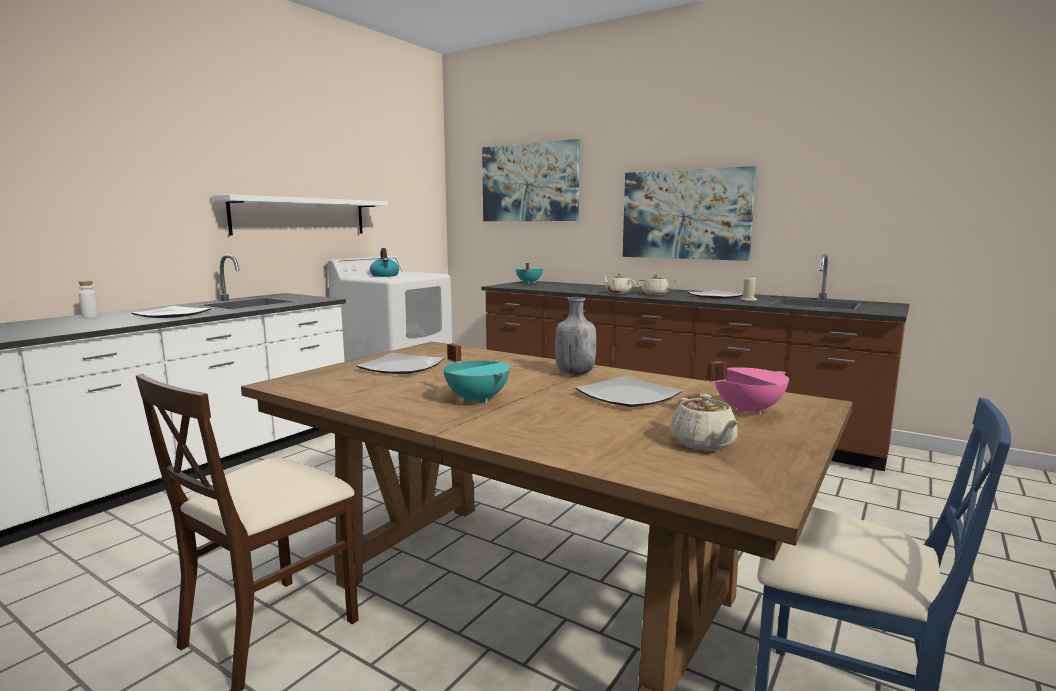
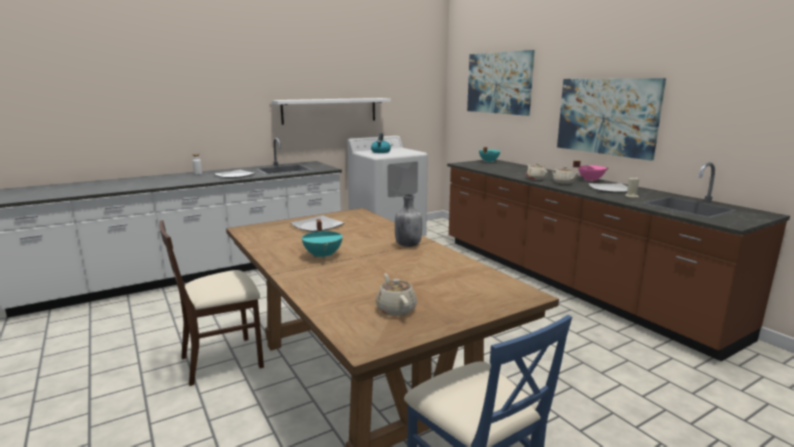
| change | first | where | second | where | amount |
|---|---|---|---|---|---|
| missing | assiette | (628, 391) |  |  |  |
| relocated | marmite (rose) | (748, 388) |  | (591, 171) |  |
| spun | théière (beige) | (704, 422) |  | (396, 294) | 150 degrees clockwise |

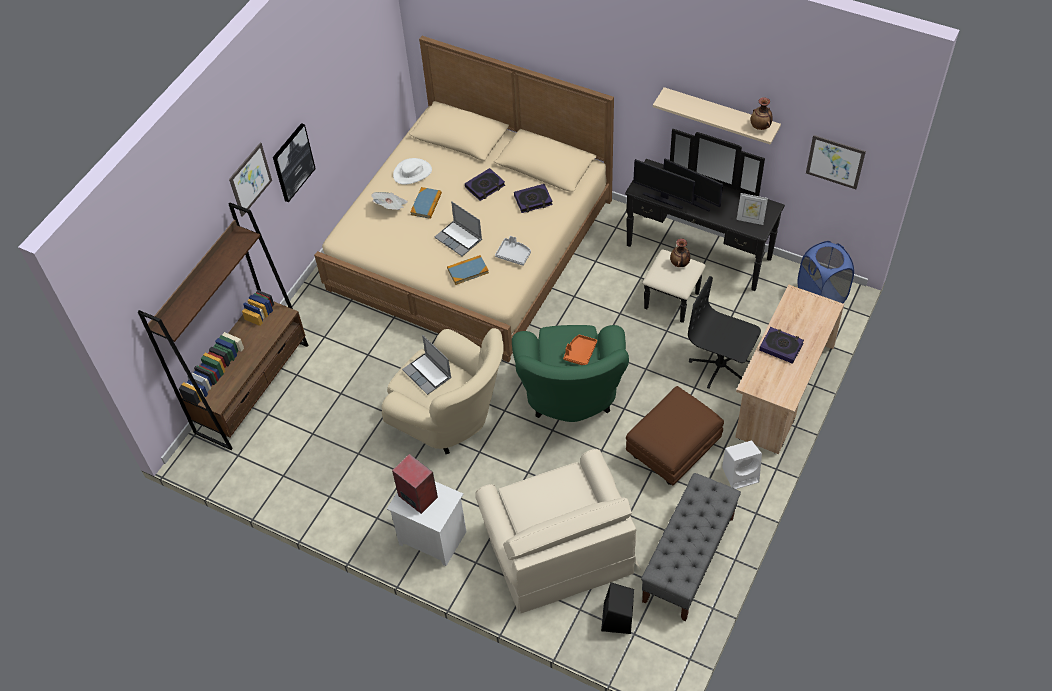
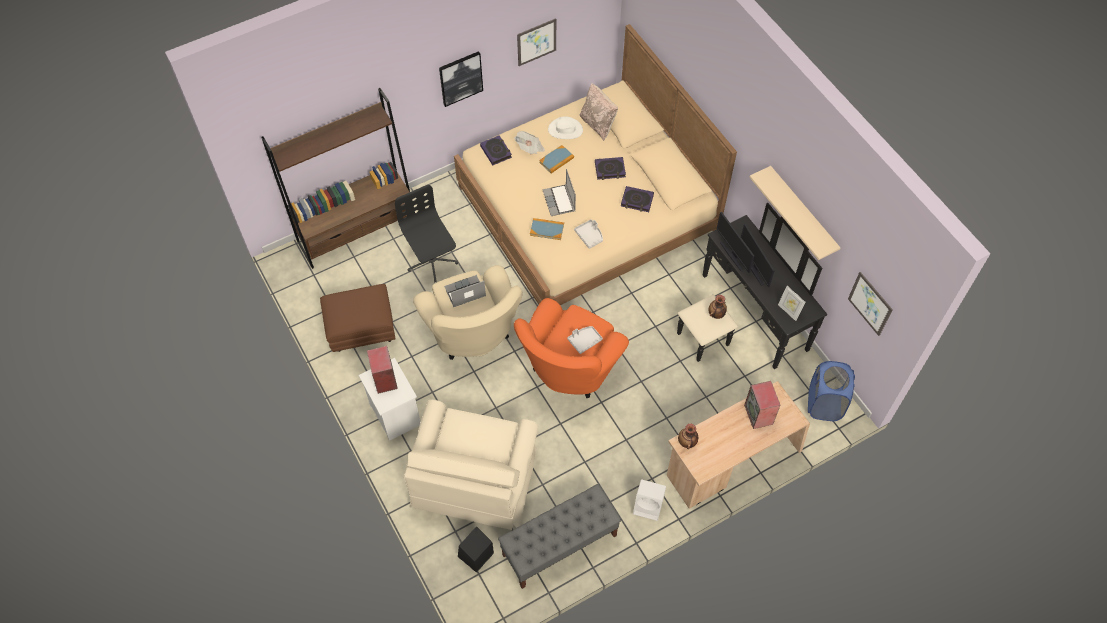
| change | first | where | second | where | amount |
|---|---|---|---|---|---|
| appeared |  |  | coussin (beige) | (599, 111) |  |
| appeared |  |  | enceinte | (762, 405) |  |
| relocated | tableau | (250, 180) |  | (536, 42) |  |
| relocated | pouf (marron) | (675, 435) |  | (358, 318) |  |
| relocated | chaise de bureau (noir) | (724, 332) |  | (426, 233) |  |
| relocated | vase | (761, 113) |  | (688, 436) |  |
| relocated | livre | (781, 345) |  | (496, 150) |  |
| colour | fauteuil (vert) | (570, 373) | fauteuil (orange) | (571, 348) |  |
| colour | plateau (orange) | (580, 350) | plateau (gris) | (585, 340) |  |
| spun | ordinateur portable | (427, 365) |  | (465, 291) | 75 degrees clockwise |

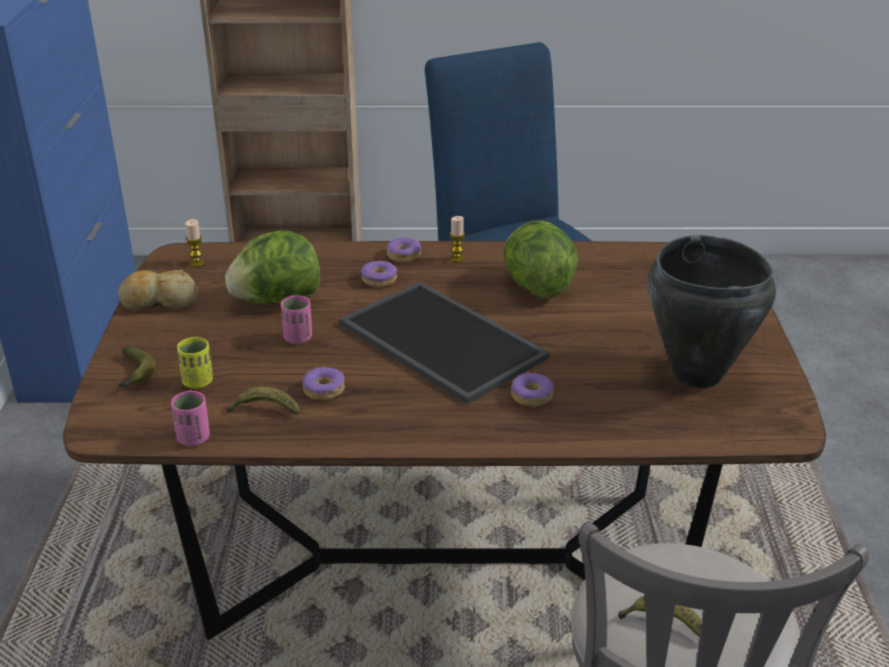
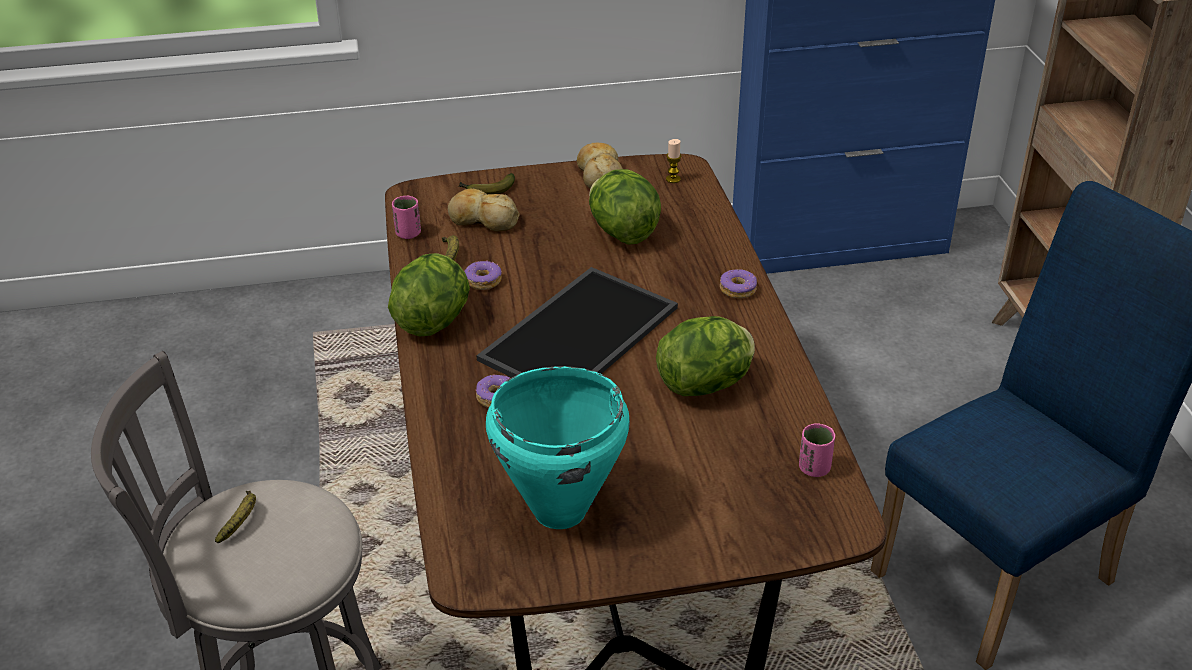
| change | first | where | second | where | amount |
|---|---|---|---|---|---|
| missing | beignet | (379, 274) |  |  |  |
| missing | bougie | (457, 239) |  |  |  |
| appeared |  |  | laitue | (429, 294) |  |
| relocated | tasse (rose) | (296, 319) |  | (817, 450) |  |
| exchanged | tasse (jaune) | (195, 363) | pain | (484, 210) |  |
| colour | marmite (noir) | (712, 311) | marmite (turquoise) | (558, 447) |  |

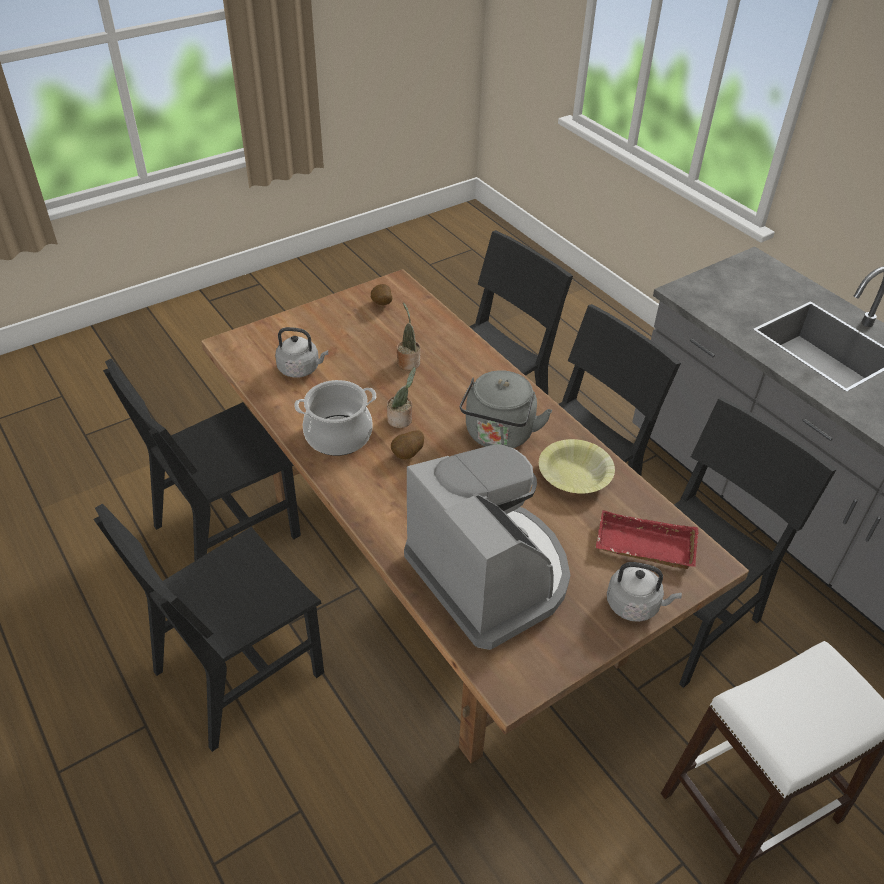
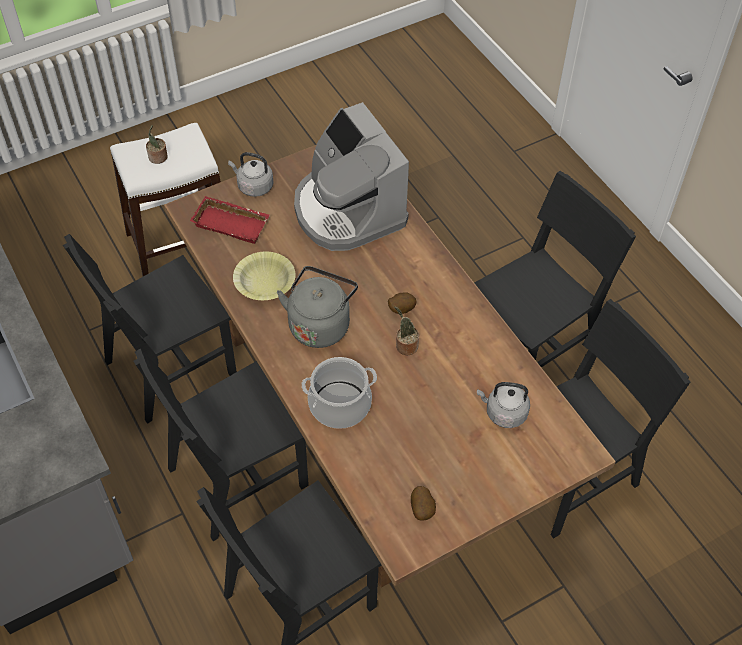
| change | first | where | second | where | amount |
|---|---|---|---|---|---|
| relocated | marmite | (335, 418) |  | (339, 393) |  |
| relocated | plante en pot | (408, 336) |  | (157, 144) |  |

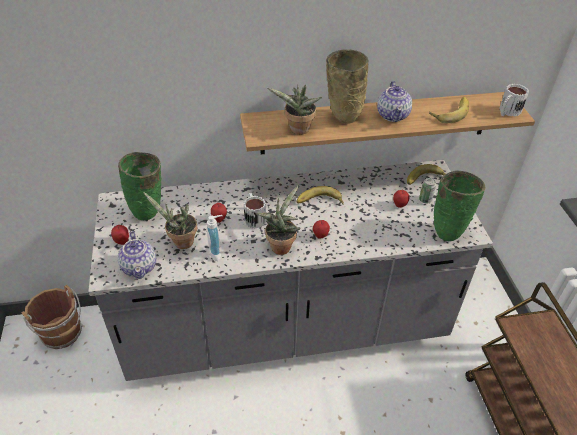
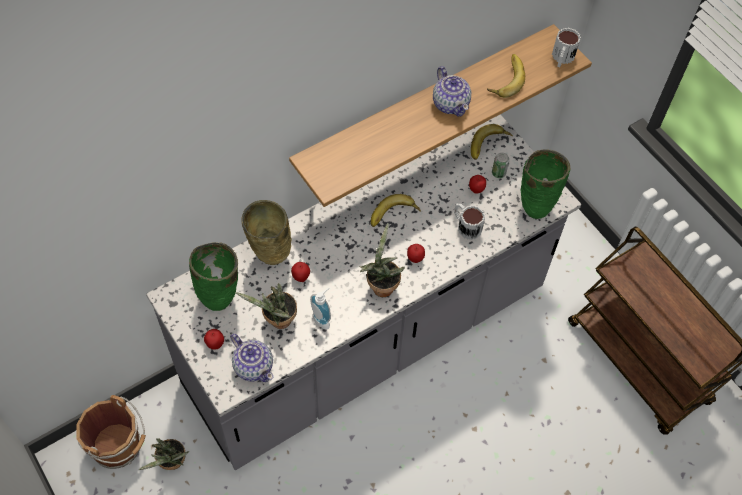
| change | first | where | second | where | amount |
|---|---|---|---|---|---|
| relocated | mug | (255, 211) |  | (469, 221) |  |
| relocated | plante en pot | (294, 110) |  | (163, 454) |  |
| relocated | vase (beige) | (347, 86) |  | (266, 232) |  |

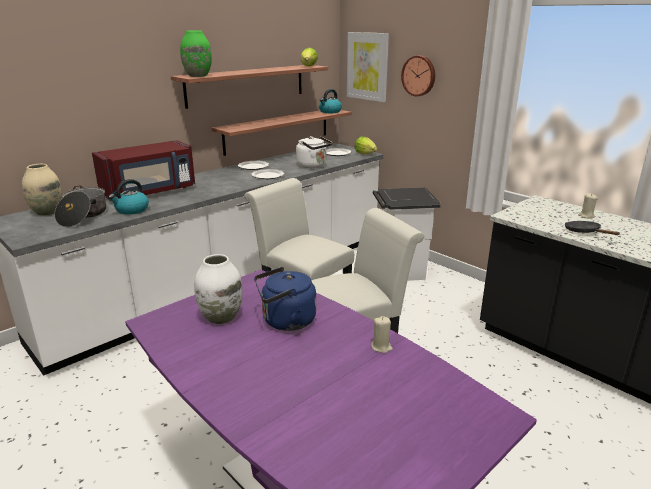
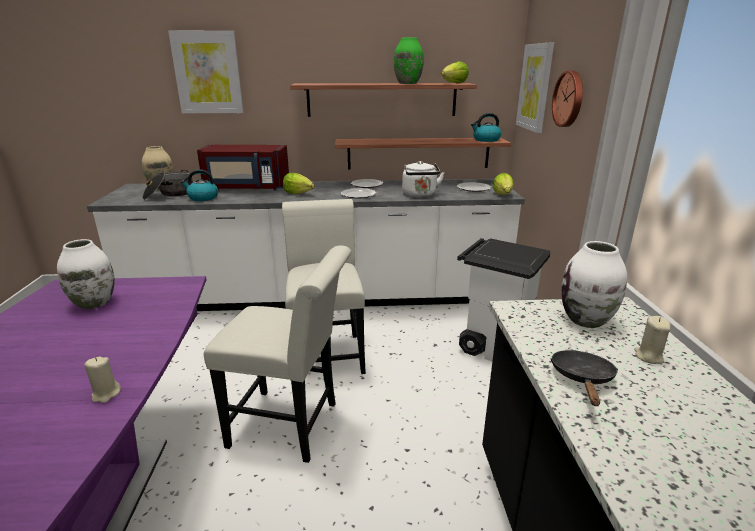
| change | first | where | second | where | amount |
|---|---|---|---|---|---|
| missing | bouilloire (bleu) | (285, 299) |  |  |  |
| appeared |  |  | tableau | (206, 72) |  |
| appeared |  |  | laitue | (298, 183) |  |
| appeared |  |  | vase (blanc) | (594, 284) |  |
| relocated | vase (vert) | (196, 54) |  | (409, 60) |  |

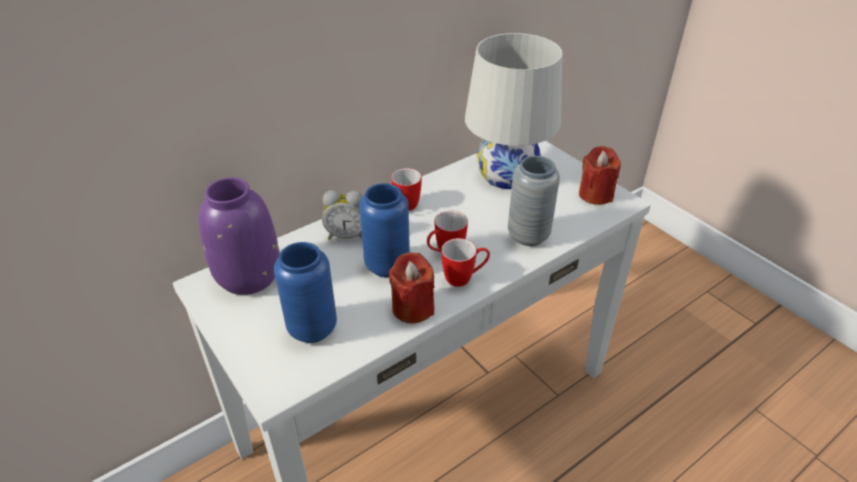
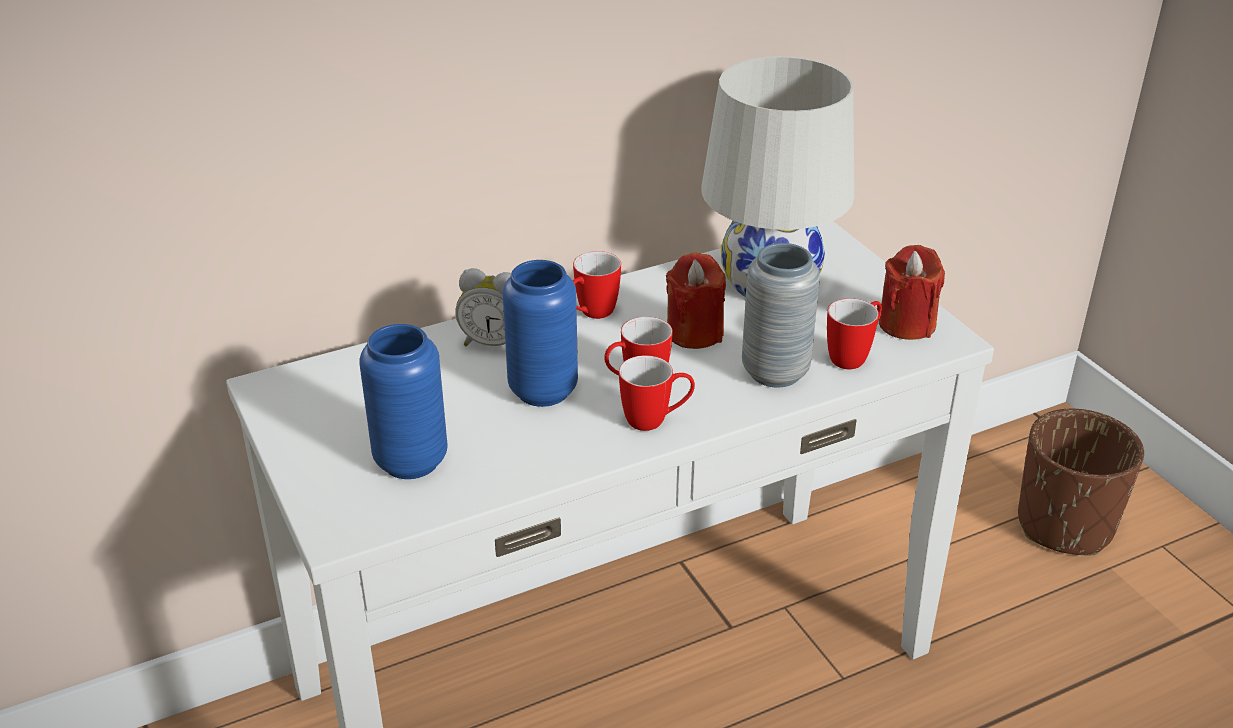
| change | first | where | second | where | amount |
|---|---|---|---|---|---|
| missing | vase (violet) | (239, 236) |  |  |  |
| appeared |  |  | mug | (854, 333) |  |
| appeared |  |  | cache-pot (marron) | (1081, 482) |  |
| relocated | bougie (rouge) | (411, 287) |  | (696, 300) |  |

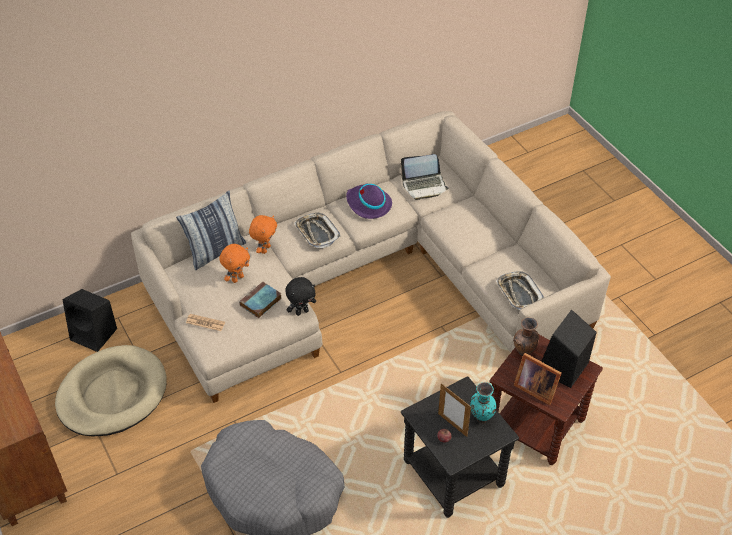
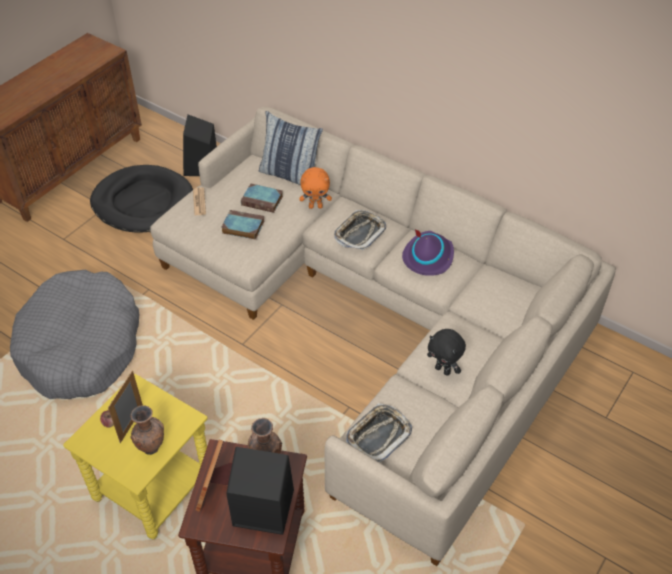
| change | first | where | second | where | amount |
|---|---|---|---|---|---|
| missing | ordinateur portable | (424, 177) |  |  |  |
| relocated | peluche (noir) | (300, 296) |  | (446, 352) |  |
| exchanged | peluche (orange) | (234, 263) | livre | (262, 198) |  |
| colour | panier pour chien (beige) | (111, 391) | panier pour chien (noir) | (141, 199) |  |
| colour | table d'appoint (noir) | (460, 447) | table d'appoint (jaune) | (135, 456) |  |
| colour | vase (turquoise) | (483, 402) | vase (marron) | (147, 430) |  |

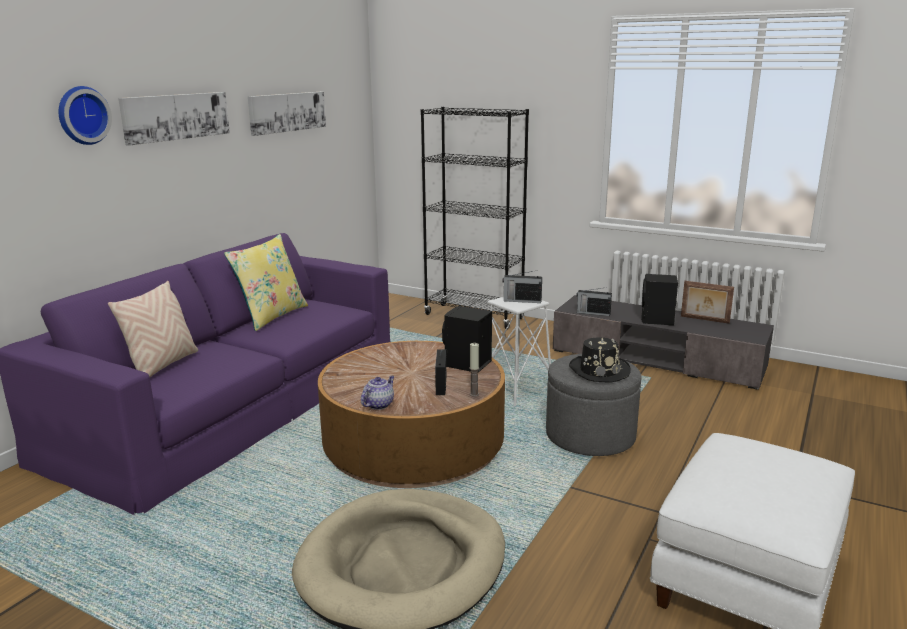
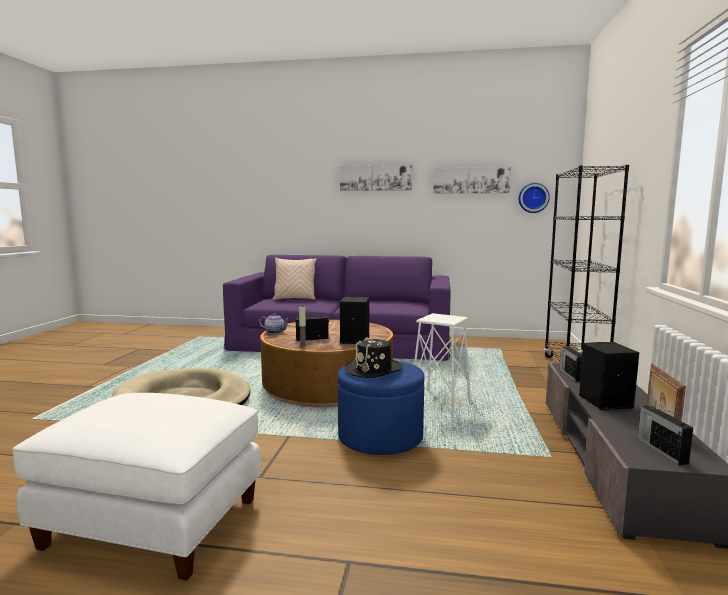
| change | first | where | second | where | amount |
|---|---|---|---|---|---|
| missing | coussin (jaune) | (266, 282) |  |  |  |
| relocated | horloge murale | (85, 115) |  | (534, 198) |  |
| relocated | radio | (522, 287) |  | (665, 435) |  |
| colour | pouf (gris) | (594, 405) | pouf (bleu) | (381, 407) |  |

